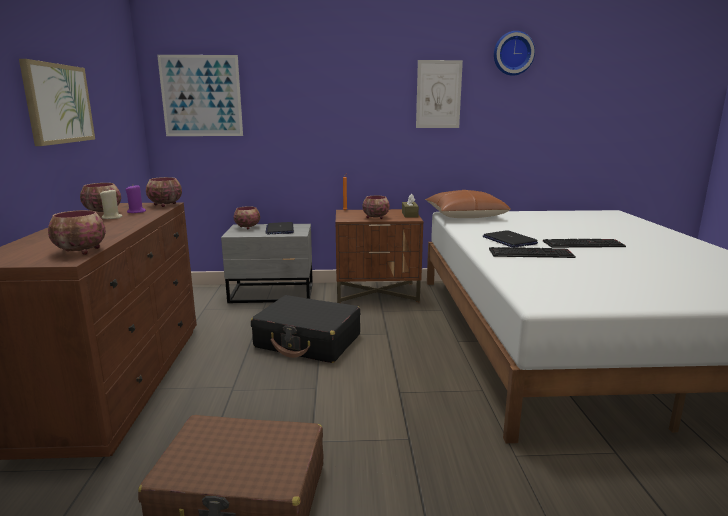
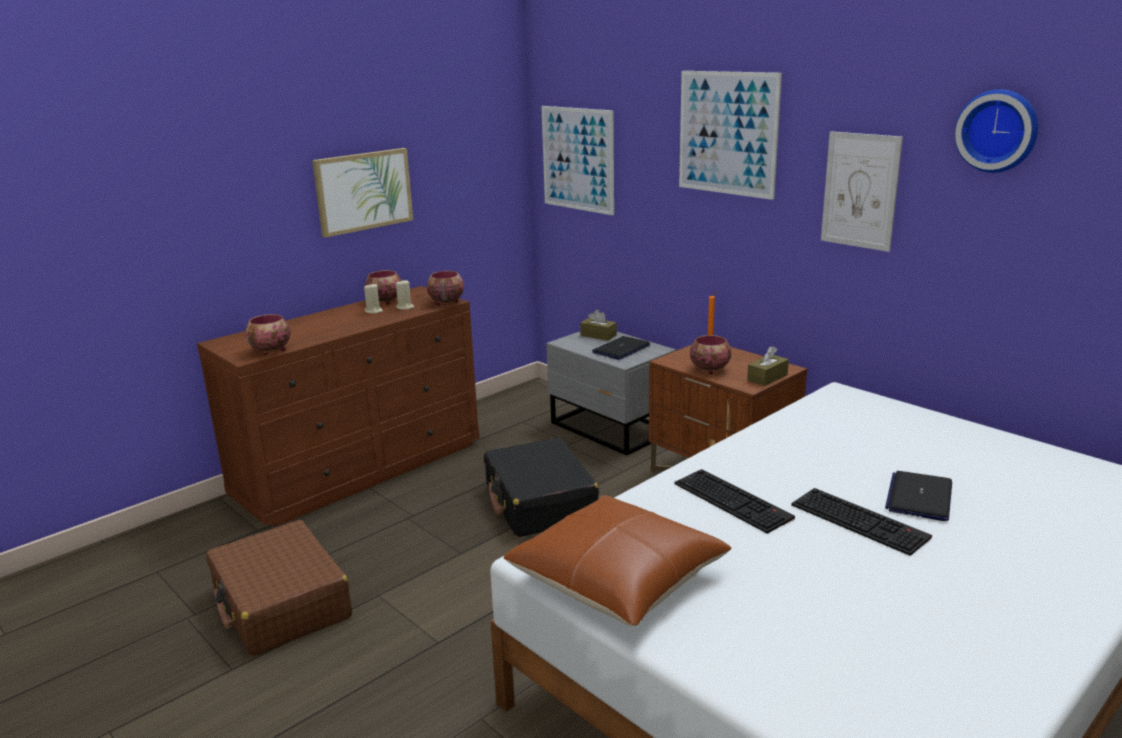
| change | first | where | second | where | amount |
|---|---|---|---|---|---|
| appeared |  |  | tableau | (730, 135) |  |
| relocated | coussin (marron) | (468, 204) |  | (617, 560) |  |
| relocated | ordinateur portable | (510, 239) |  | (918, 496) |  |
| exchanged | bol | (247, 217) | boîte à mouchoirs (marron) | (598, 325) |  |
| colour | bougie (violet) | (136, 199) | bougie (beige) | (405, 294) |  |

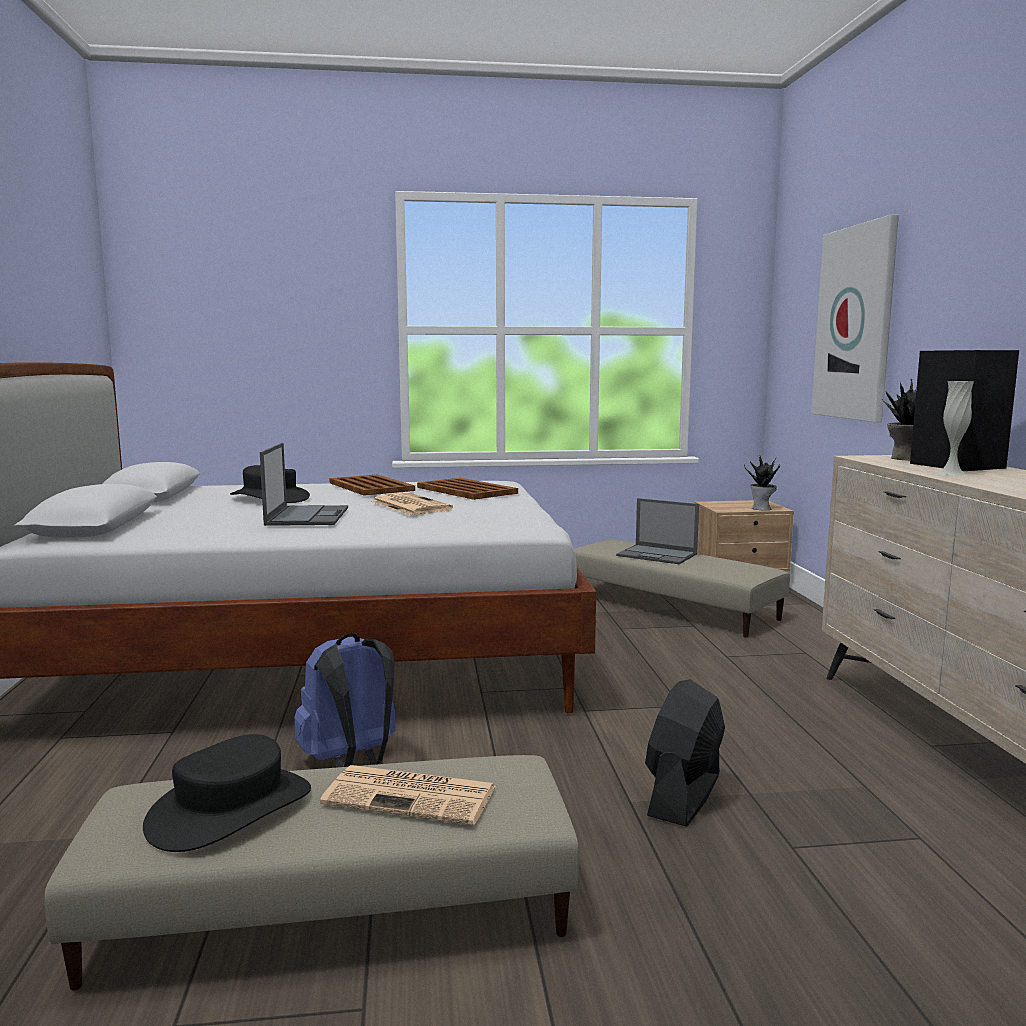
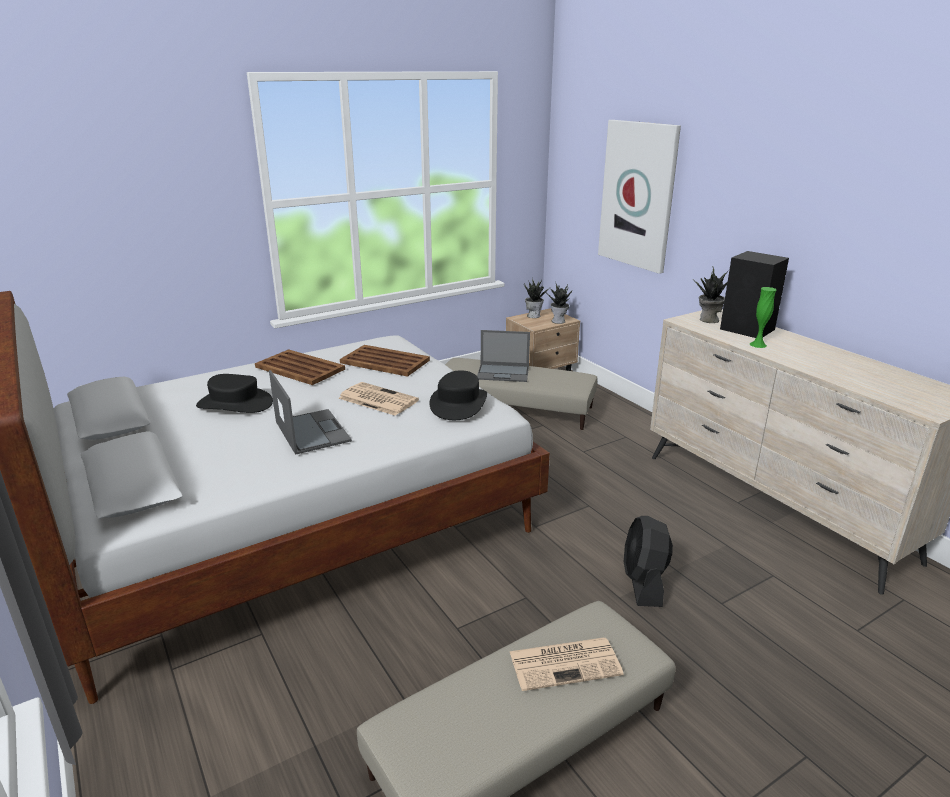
| change | first | where | second | where | amount |
|---|---|---|---|---|---|
| missing | sac à dos (bleu) | (345, 699) |  |  |  |
| appeared |  |  | plante en pot | (536, 298) |  |
| relocated | chapeau (noir) | (227, 793) |  | (458, 395) |  |
| colour | vase (blanc) | (956, 428) | vase (vert) | (762, 317) |  |

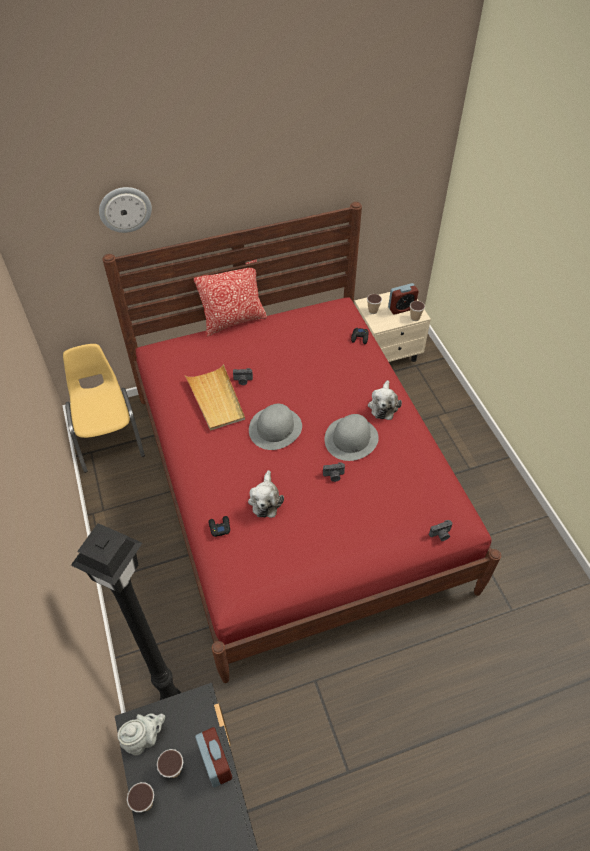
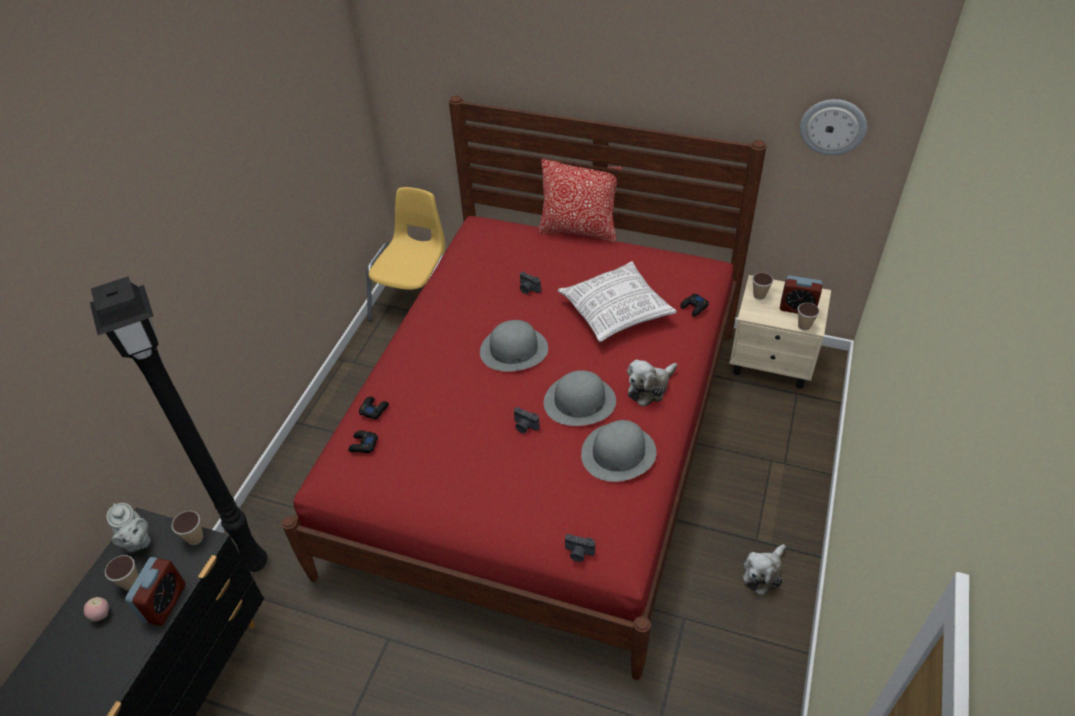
| change | first | where | second | where | amount |
|---|---|---|---|---|---|
| missing | plateau (beige) | (215, 397) |  |  |  |
| appeared |  |  | pomme | (96, 609) |  |
| appeared |  |  | manette (noir) | (363, 441) |  |
| appeared |  |  | coussin | (617, 301) |  |
| appeared |  |  | chapeau (gris) | (619, 451) |  |
| relocated | horloge murale | (125, 210) |  | (833, 127) |  |
| relocated | tasse | (140, 797) |  | (187, 528) |  |
| relocated | peluche | (266, 494) |  | (764, 570) |  |
| spun | théière (gris) | (141, 734) |  | (128, 528) | 45 degrees clockwise |

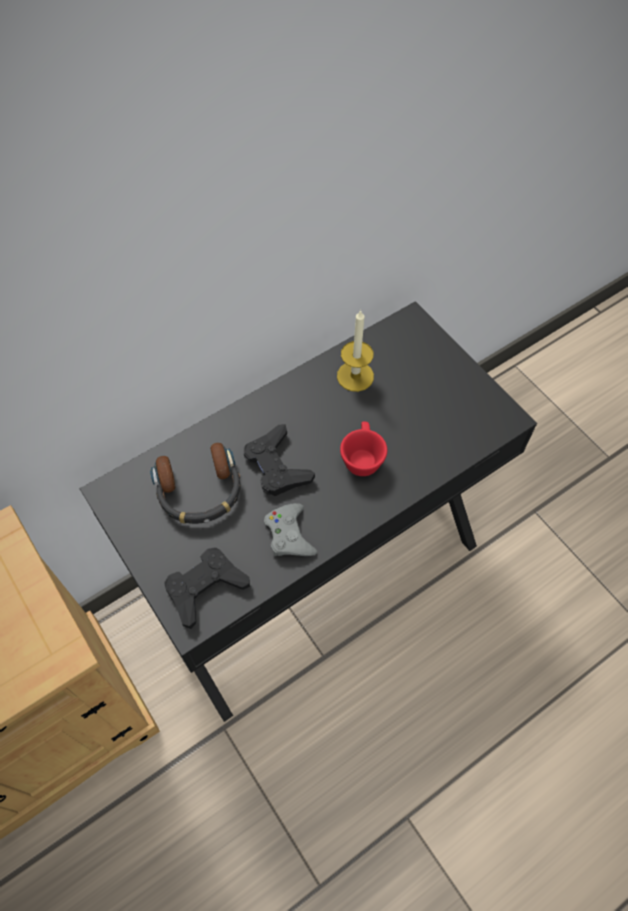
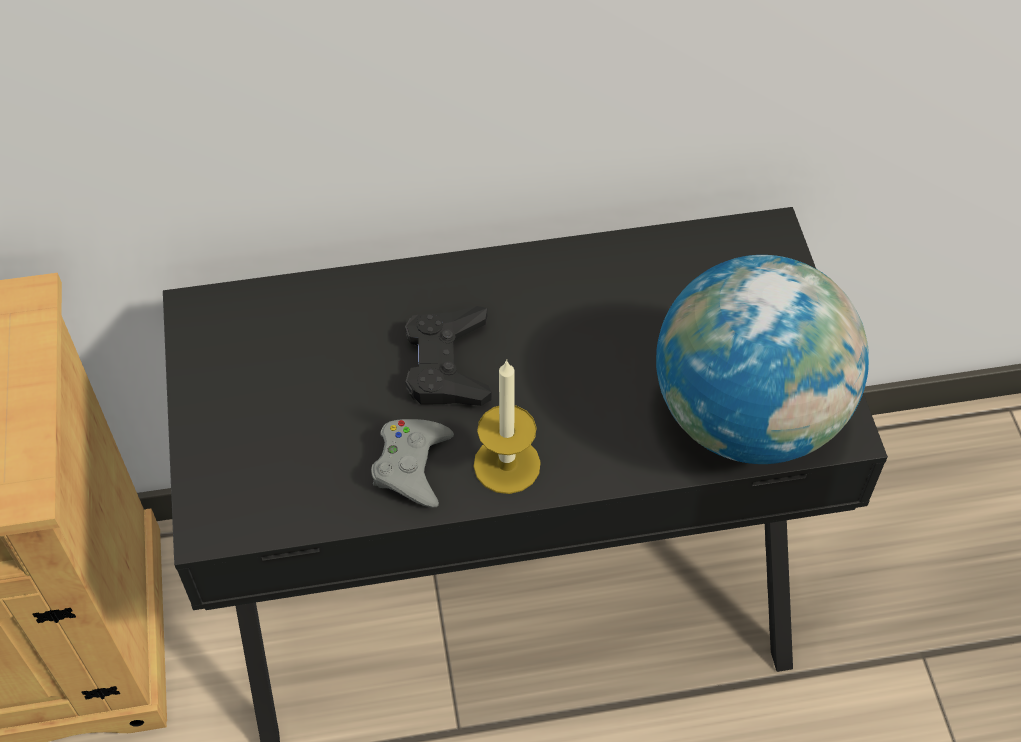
| change | first | where | second | where | amount |
|---|---|---|---|---|---|
| missing | casque audio | (195, 483) |  |  |  |
| missing | manette (noir) | (207, 588) |  |  |  |
| missing | tasse (rouge) | (363, 448) |  |  |  |
| appeared |  |  | globe | (762, 359) |  |
| relocated | bougie | (355, 350) |  | (507, 426) |  |

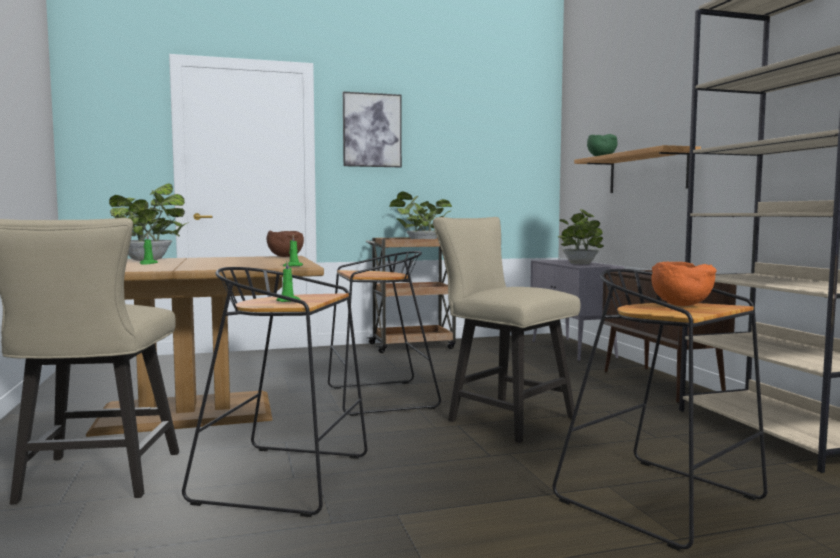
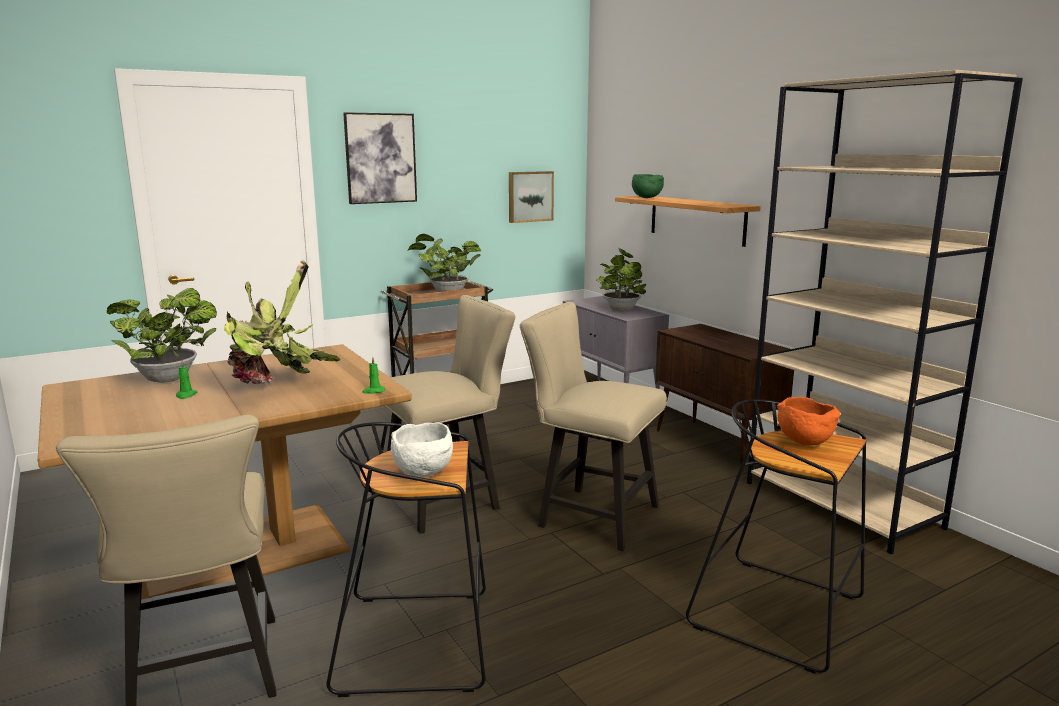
| change | first | where | second | where | amount |
|---|---|---|---|---|---|
| missing | bol (marron) | (285, 244) |  |  |  |
| appeared |  |  | plante en pot | (282, 322) |  |
| appeared |  |  | tableau | (531, 197) |  |
| exchanged | bougie (vert) | (288, 281) | bol (blanc) | (422, 449) |  |
| exchanged | tabouret (noir) | (384, 333) | chaise (beige) | (450, 414) |  |

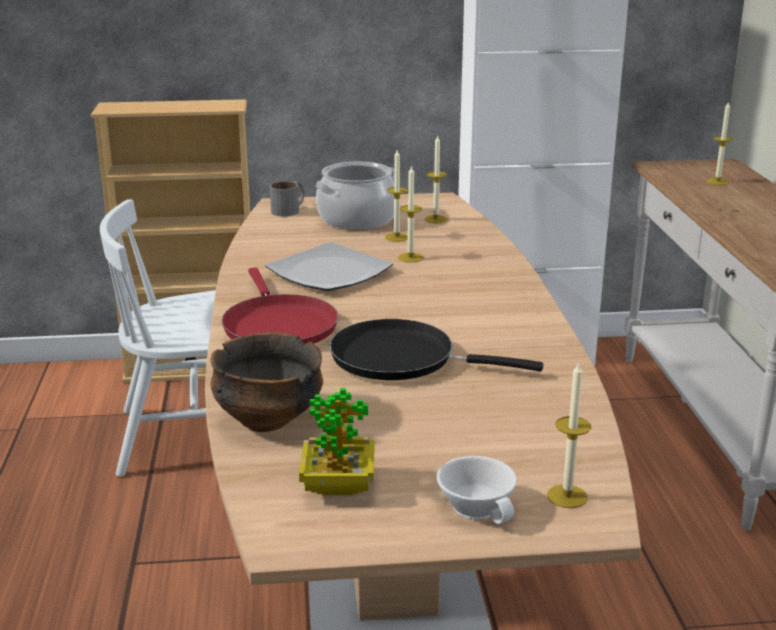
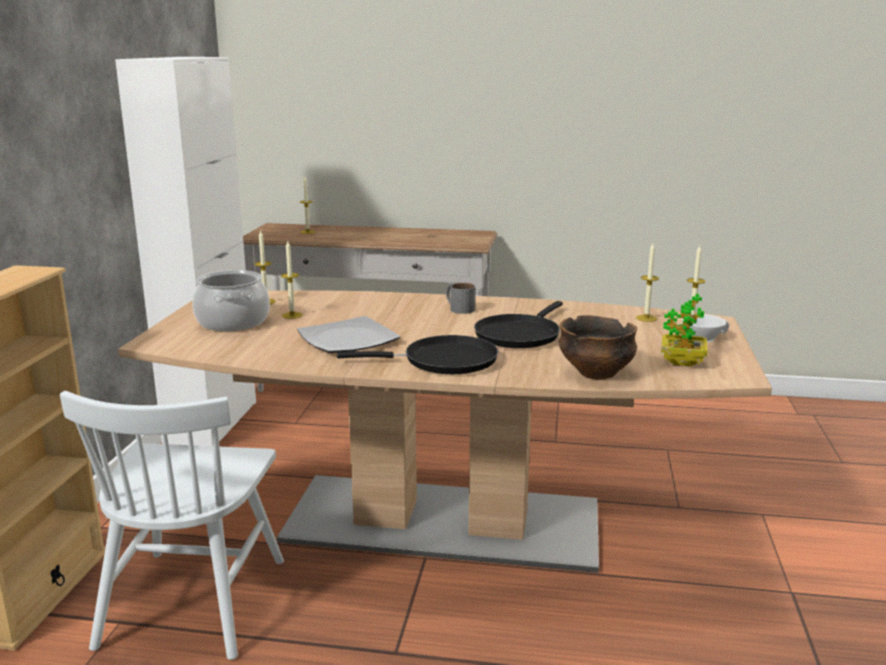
| change | first | where | second | where | amount |
|---|---|---|---|---|---|
| relocated | mug (gris) | (287, 199) |  | (460, 298) |  |
| relocated | bougie | (410, 214) |  | (647, 282) |  |
| colour | poêle (rouge) | (279, 305) | poêle (noir) | (417, 354) |  |

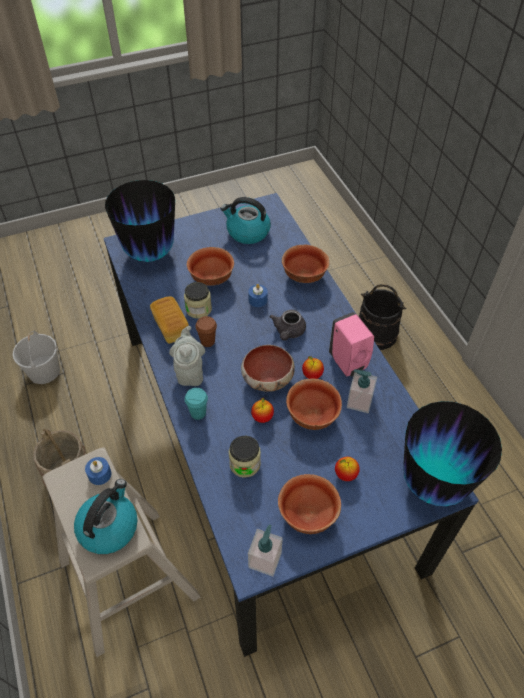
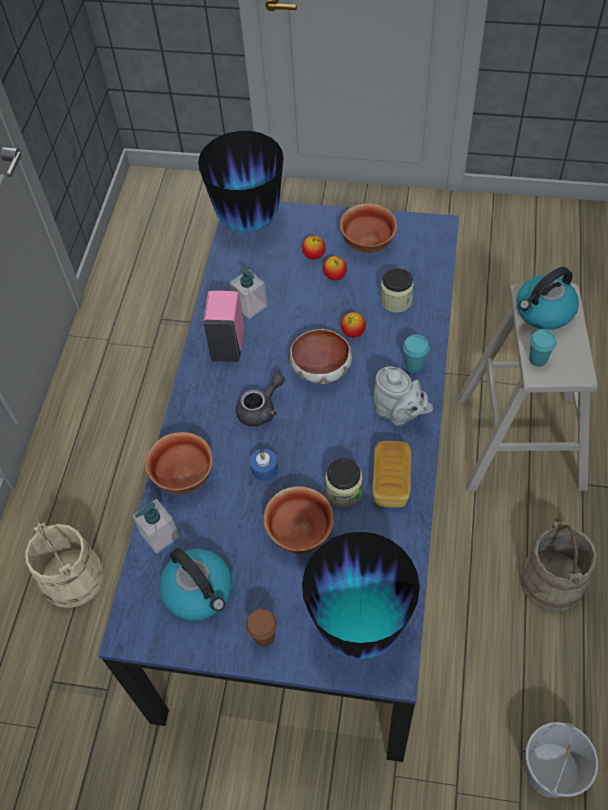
| change | first | where | second | where | amount |
|---|---|---|---|---|---|
| missing | bol | (314, 404) |  |  |  |
| relocated | tasse (marron) | (206, 331) |  | (261, 628) |  |
| relocated | distributeur de savon | (265, 550) |  | (156, 526) |  |
| relocated | pomme | (313, 367) |  | (335, 268) |  |
| exchanged | bougie (bleu) | (98, 471) | tasse (turquoise) | (543, 348) |  |
| colour | seau (noir) | (382, 317) | seau (beige) | (64, 565) |  |
| spun | théière (gris) | (187, 356) |  | (403, 396) | 75 degrees counterclockwise |

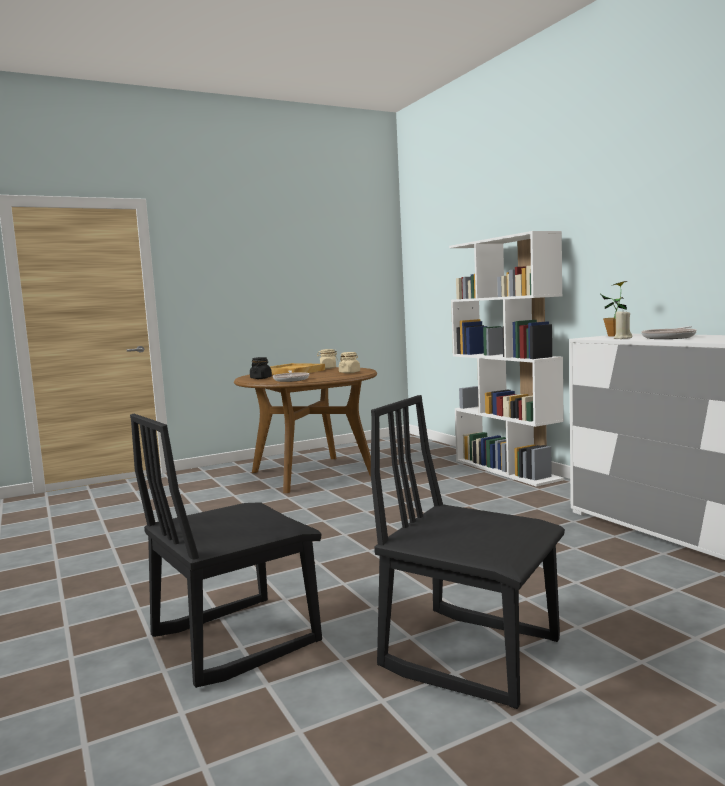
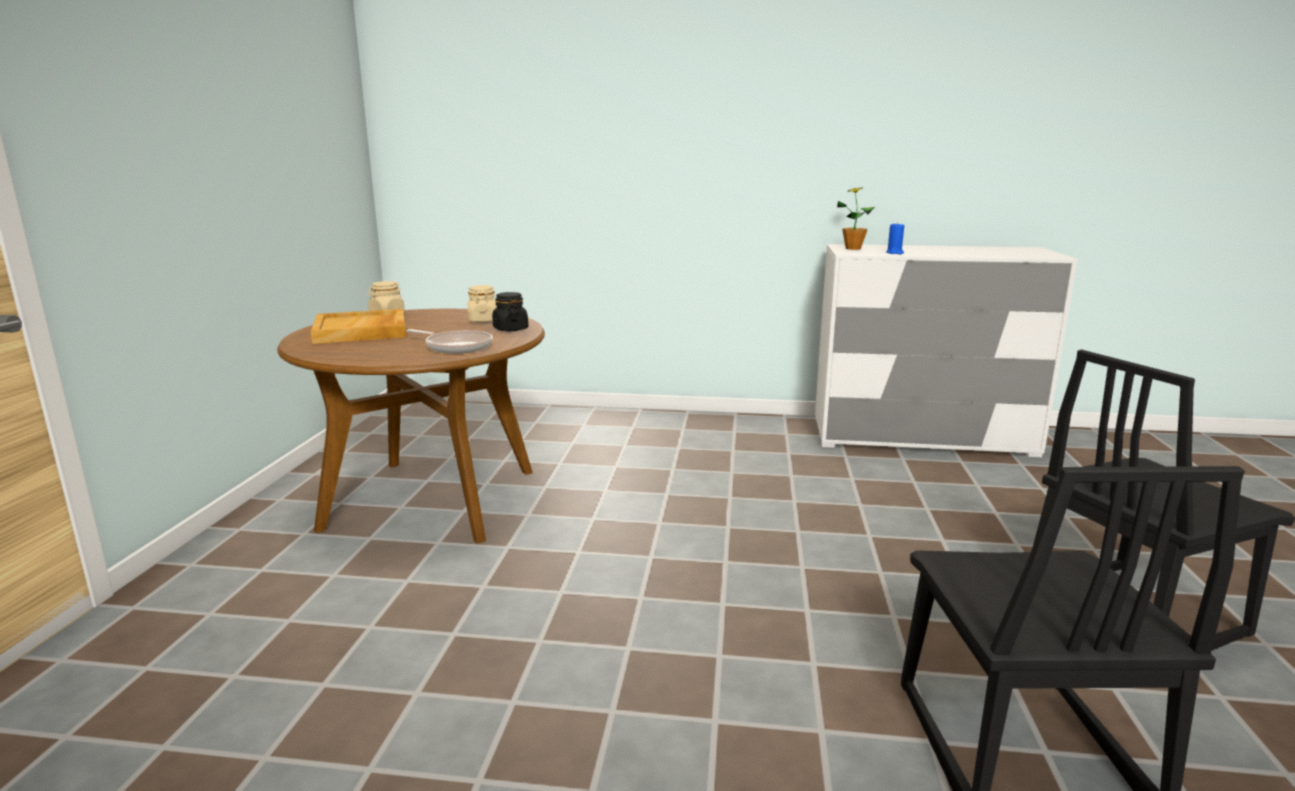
| change | first | where | second | where | amount |
|---|---|---|---|---|---|
| missing | bibliothèque (blanc) | (506, 359) |  |  |  |
| missing | poêle | (669, 332) |  |  |  |
| relocated | bocal (noir) | (261, 368) |  | (510, 311) |  |
| colour | bougie (beige) | (623, 325) | bougie (bleu) | (895, 238) |  |

